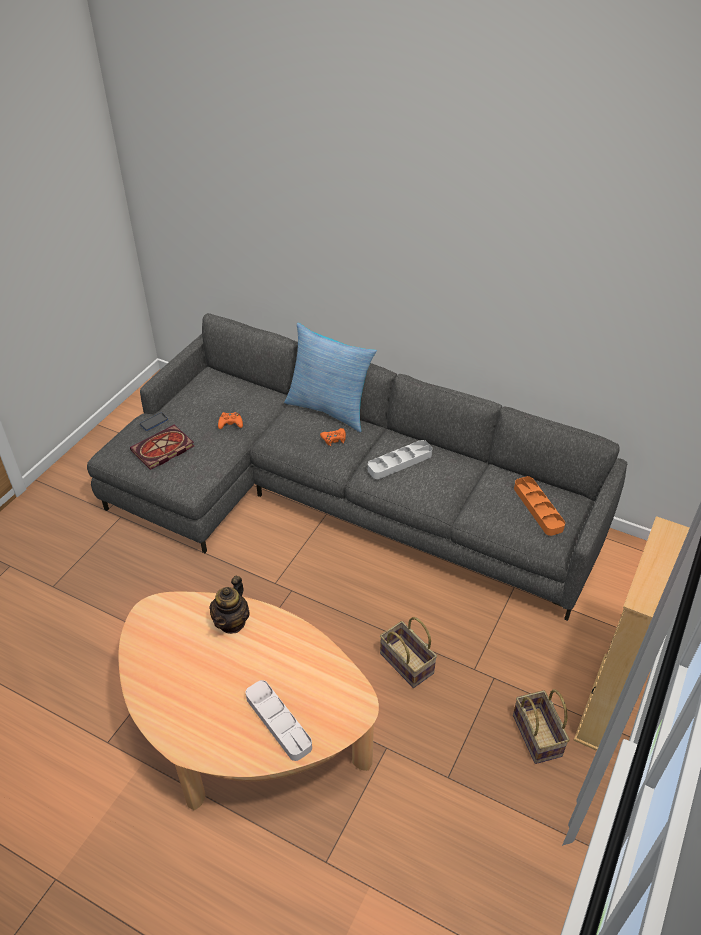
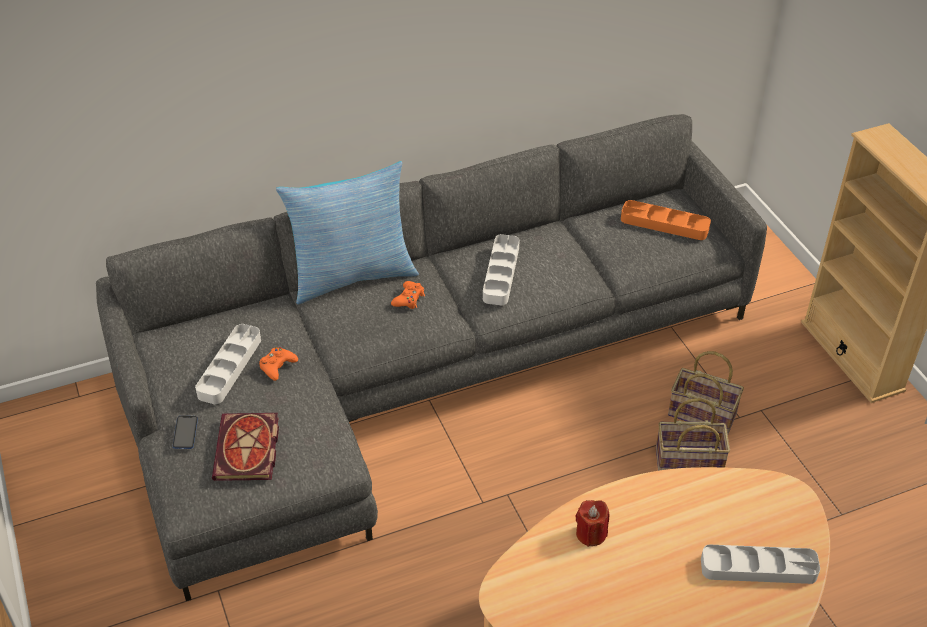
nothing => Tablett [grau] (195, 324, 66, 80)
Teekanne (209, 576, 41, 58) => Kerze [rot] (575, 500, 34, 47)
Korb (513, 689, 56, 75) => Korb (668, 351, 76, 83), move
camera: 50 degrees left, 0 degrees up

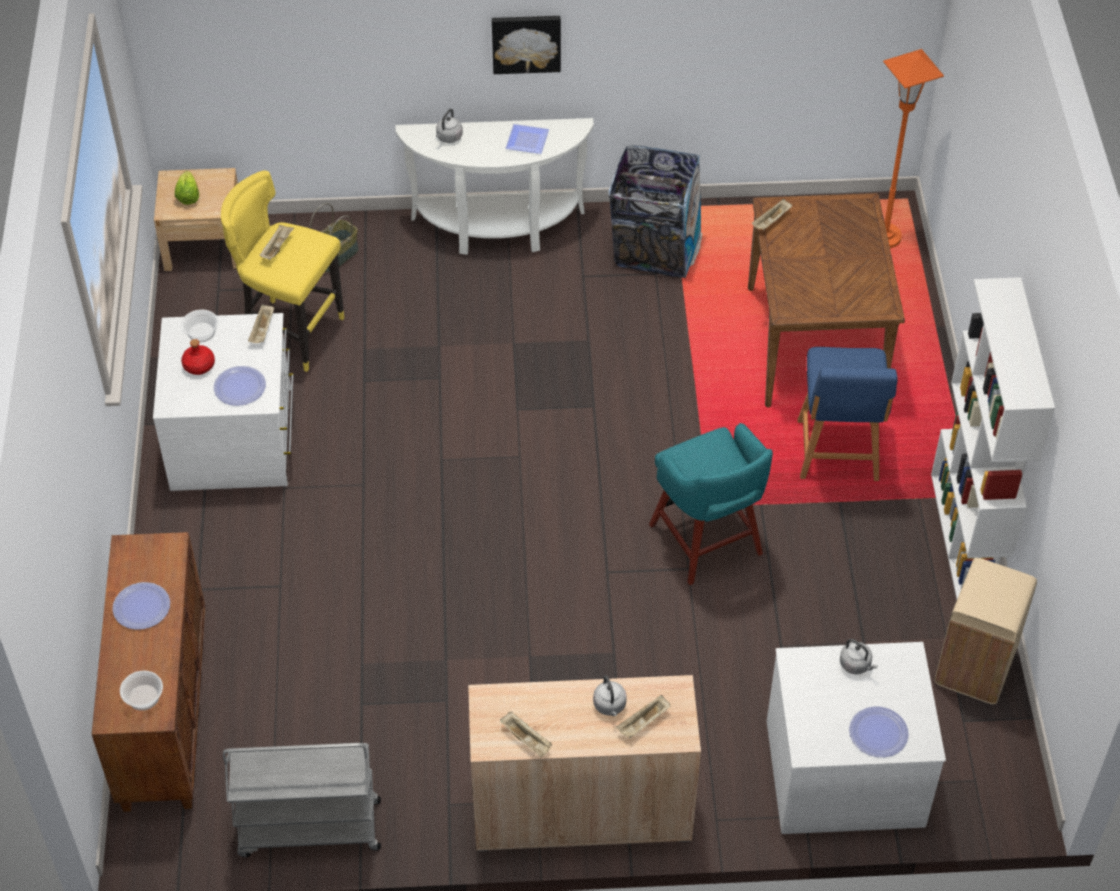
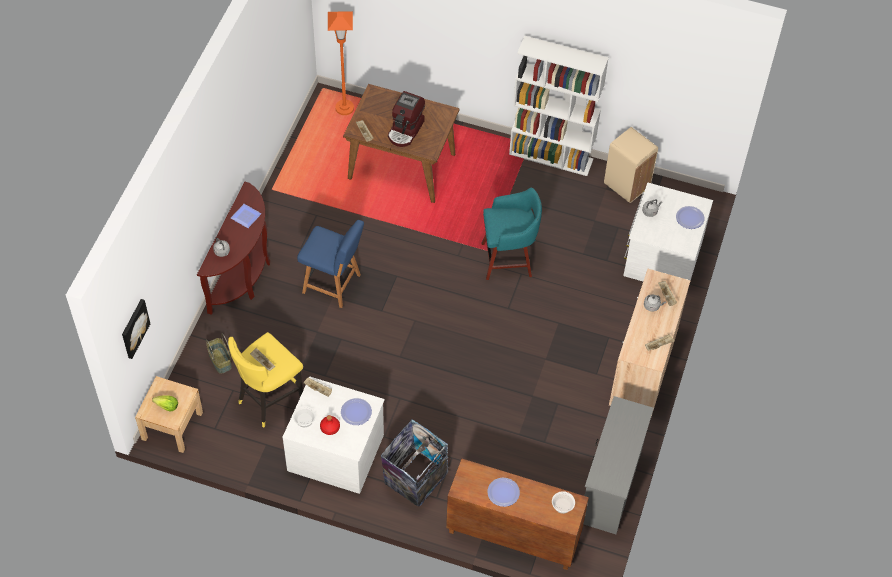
Bild (492, 16, 69, 58) => Bild (122, 299, 28, 60), move
Konsolentisch [weiß] (396, 118, 198, 137) => Konsolentisch [braun] (197, 182, 73, 133)
Stuhl [blau] (797, 347, 101, 134) => Stuhl [blau] (297, 220, 67, 88), move
Mülleimer (608, 145, 94, 133) => Mülleimer (381, 419, 67, 87), move
nothing => Kaffeemaschine (388, 91, 37, 56)
Rollwagen [grau] (223, 743, 158, 114) => Kommode [grau] (584, 396, 70, 138)
camera: 70 degrees left, 5 degrees up

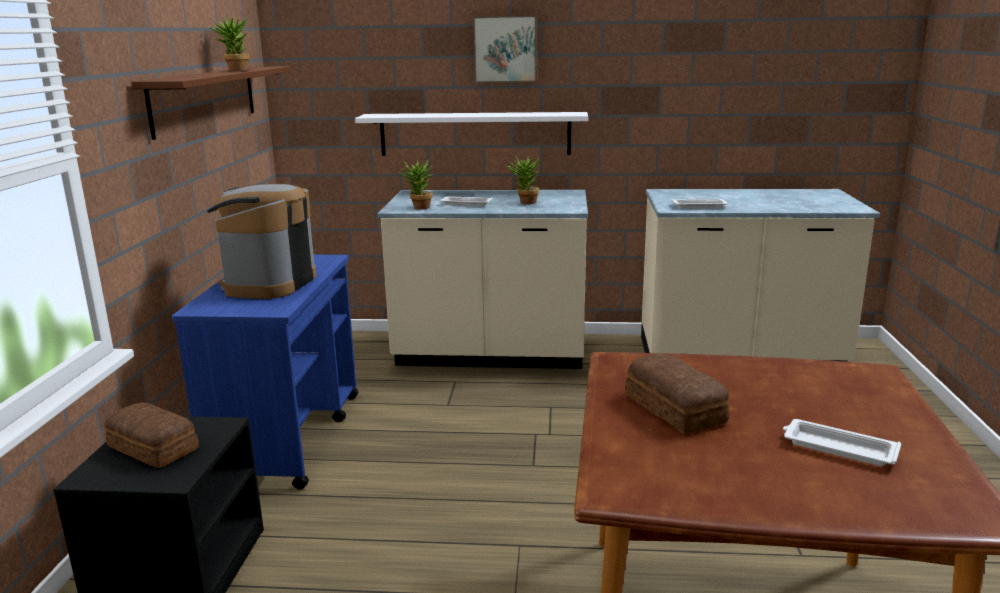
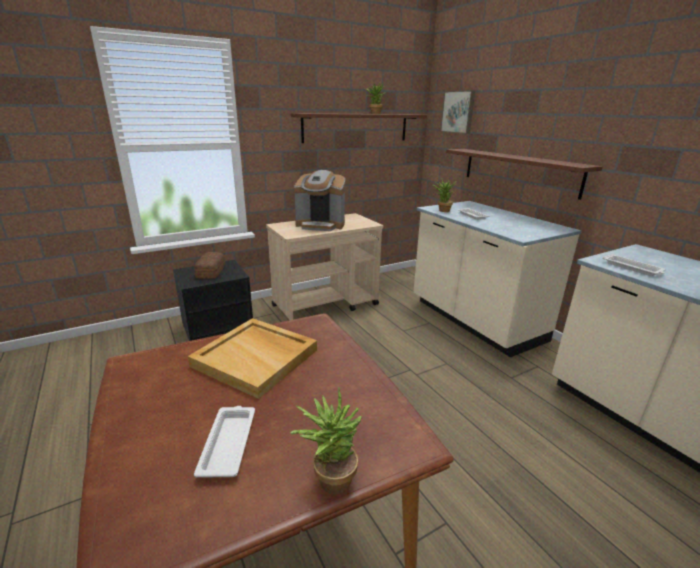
Brot (625, 353, 104, 81) => Tablett [beige] (188, 318, 129, 81)
Rollwagen [blau] (172, 254, 186, 236) => Rollwagen [beige] (266, 213, 117, 108)
Topfpflanze (507, 156, 34, 48) => Topfpflanze (291, 388, 71, 106), move
Kaffeemaschine (207, 184, 109, 115) => Kaffeemaschine (294, 170, 51, 61), 150 degrees counterclockwise
Bild (473, 15, 64, 68) => Bild (440, 90, 35, 44), move
Wandregal [weiß] (355, 112, 233, 44) => Wandregal [braun] (446, 149, 157, 51)
camera: 55 degrees right, 5 degrees up

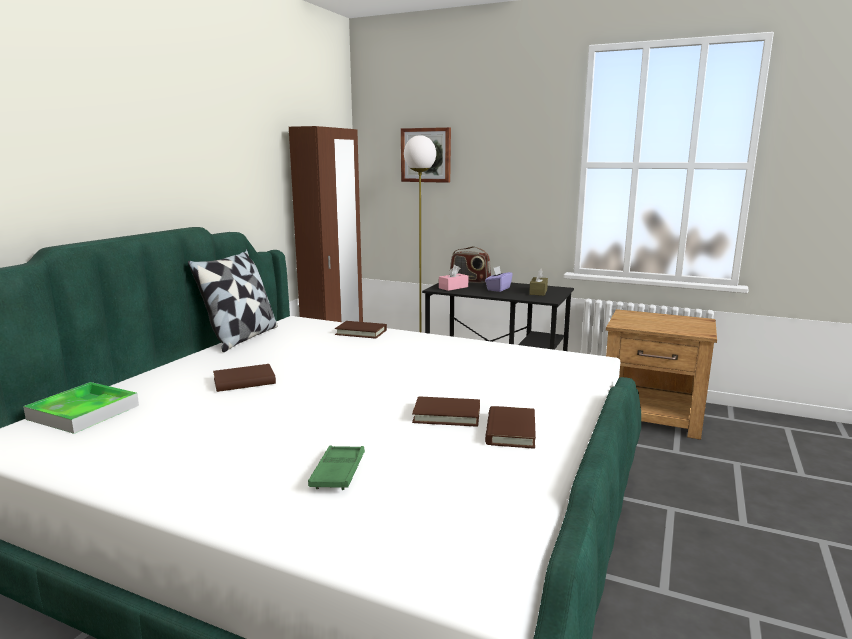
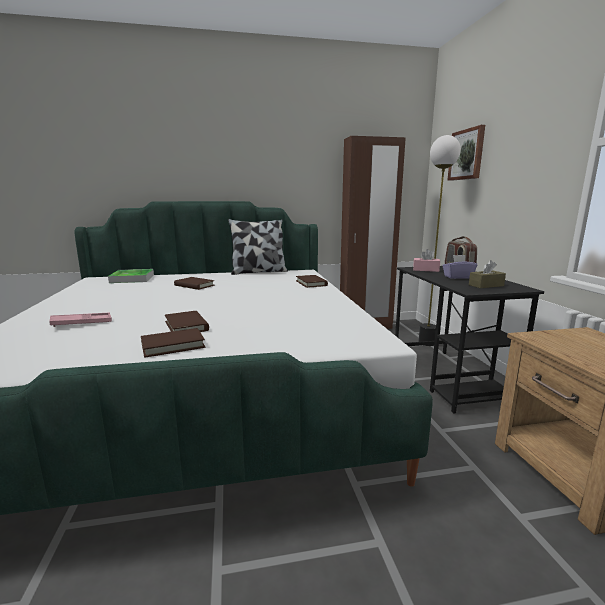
Tablett [grün] (308, 446, 57, 44) => Tablett [rosa] (49, 313, 63, 14)
camera: 55 degrees right, 0 degrees up

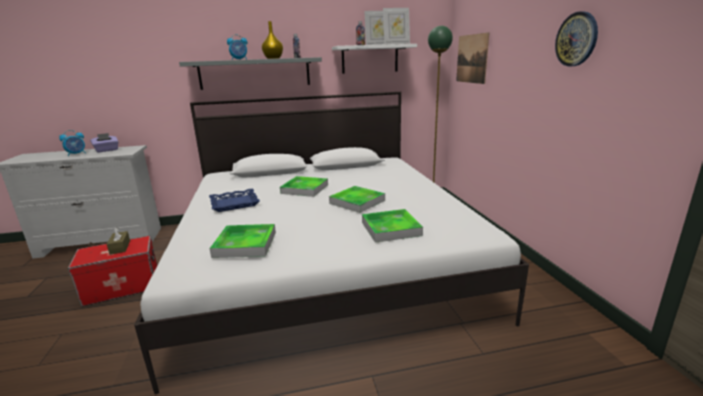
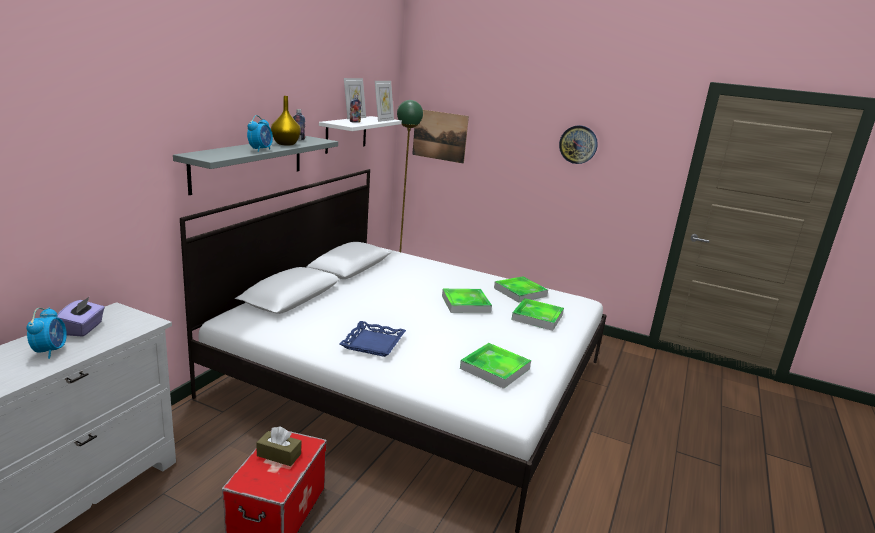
Tablett (280, 176, 48, 21) => Tablett (494, 276, 54, 27), move
camera: 55 degrees left, 0 degrees up

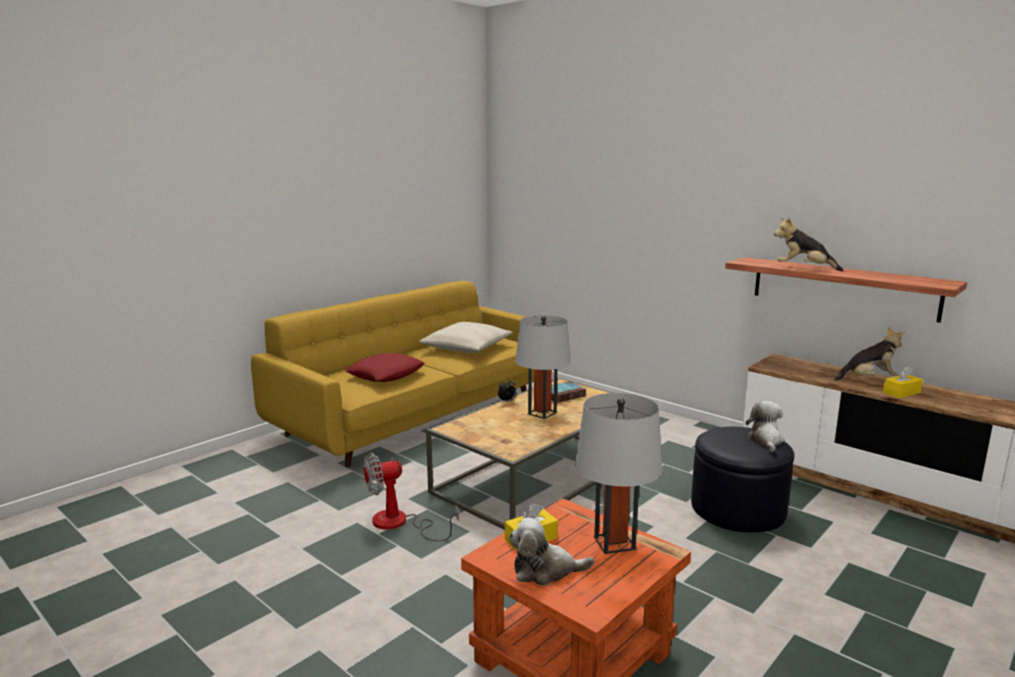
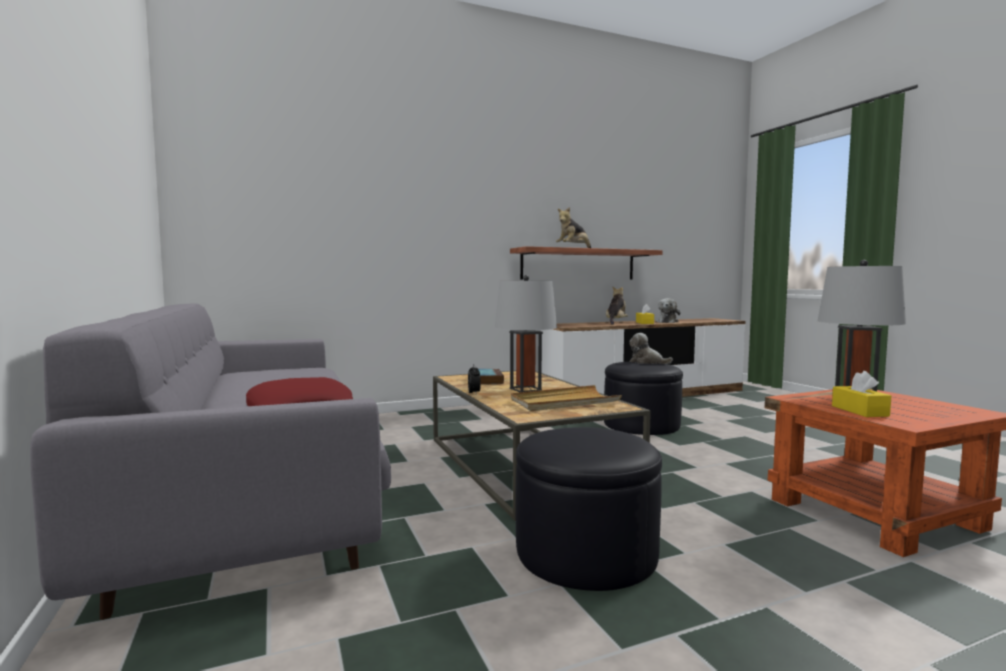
Sofa [gelb] (251, 281, 283, 186) => Sofa [grau] (30, 303, 361, 317)
nothing => Tablett [beige] (511, 385, 111, 26)
Ventilator (363, 452, 96, 89) => Polsterhocker [schwarz] (515, 427, 147, 164)
Plüschtier (509, 518, 85, 68) => Plüschtier (656, 298, 25, 25), move
Kissen [beige] (419, 322, 94, 31) => nothing
camera: 65 degrees left, 10 degrees down

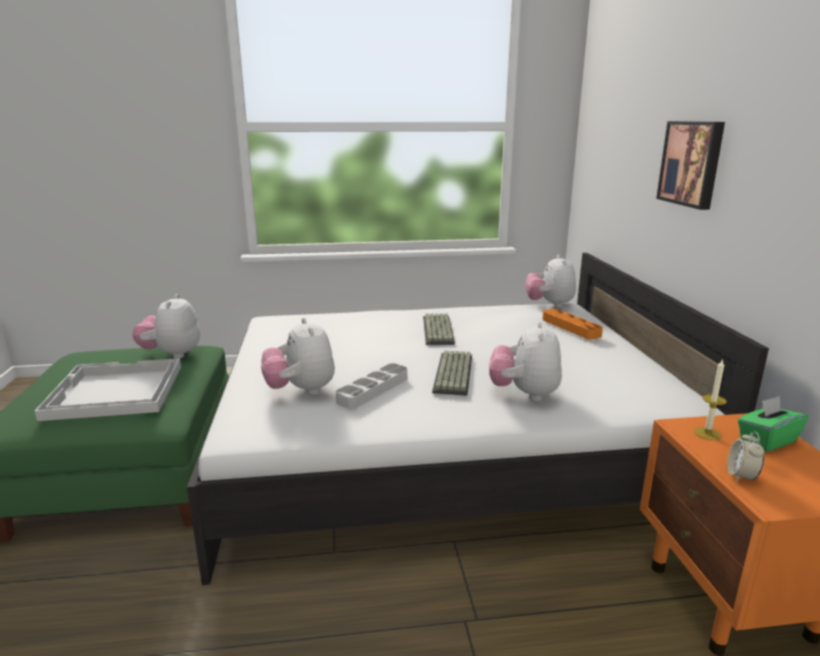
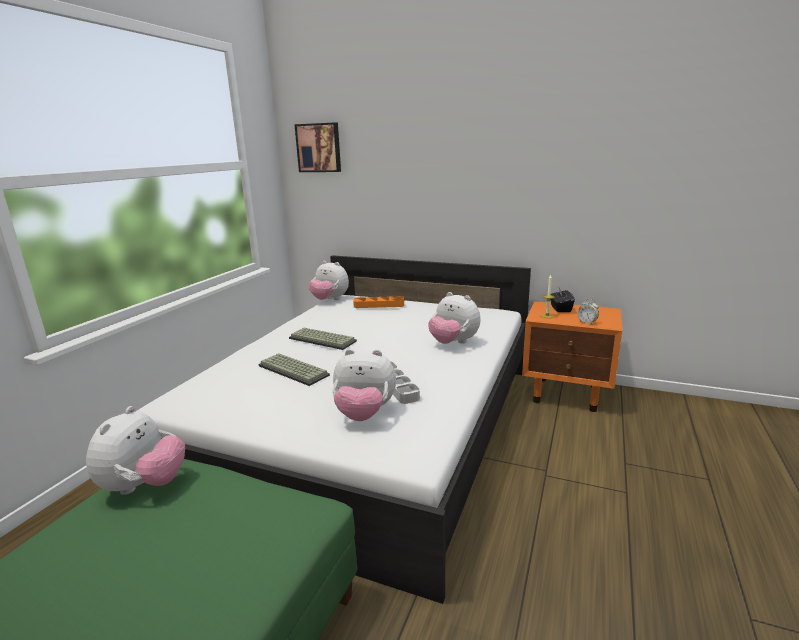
Plüschtier (132, 294, 68, 65) => Plüschtier (86, 406, 99, 89), 105 degrees counterclockwise
Tastatur (432, 350, 40, 46) => Tastatur (258, 353, 72, 33), move
Bild (656, 121, 69, 89) => Bild (294, 122, 47, 50), move
Taschentuchbox [grün] (738, 396, 70, 56) => Taschentuchbox [schwarz] (551, 286, 24, 26)
Tablett [weiß] (35, 358, 146, 63) => nothing
camera: 60 degrees left, 0 degrees up

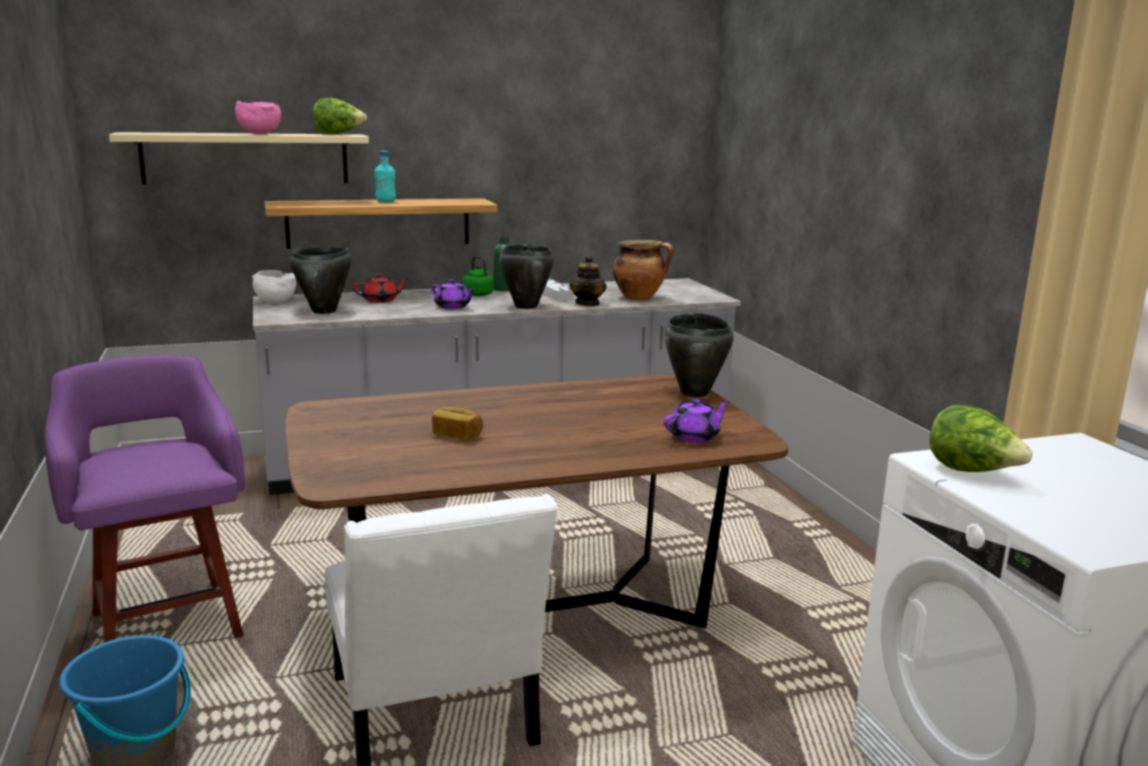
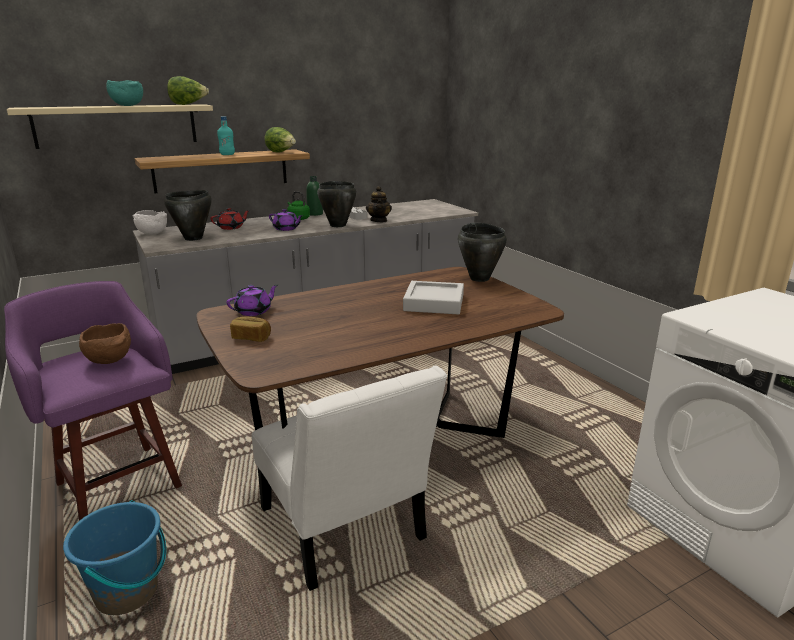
nothing => Schüssel [braun] (79, 323, 52, 41)
Schüssel [rosa] (235, 101, 46, 33) => Schüssel [türkis] (106, 80, 37, 26)
Teekanne [lila] (664, 399, 66, 44) => Teekanne [lila] (227, 285, 51, 31), move
Brot (432, 407, 51, 33) => Brot (230, 316, 41, 26), move
Salatkopf (929, 405, 104, 67) => Salatkopf (264, 127, 32, 26), move
nothing => Tablett [grau] (403, 281, 61, 34)
Kochtopf (613, 240, 60, 61) => nothing
camera: 10 degrees left, 5 degrees up

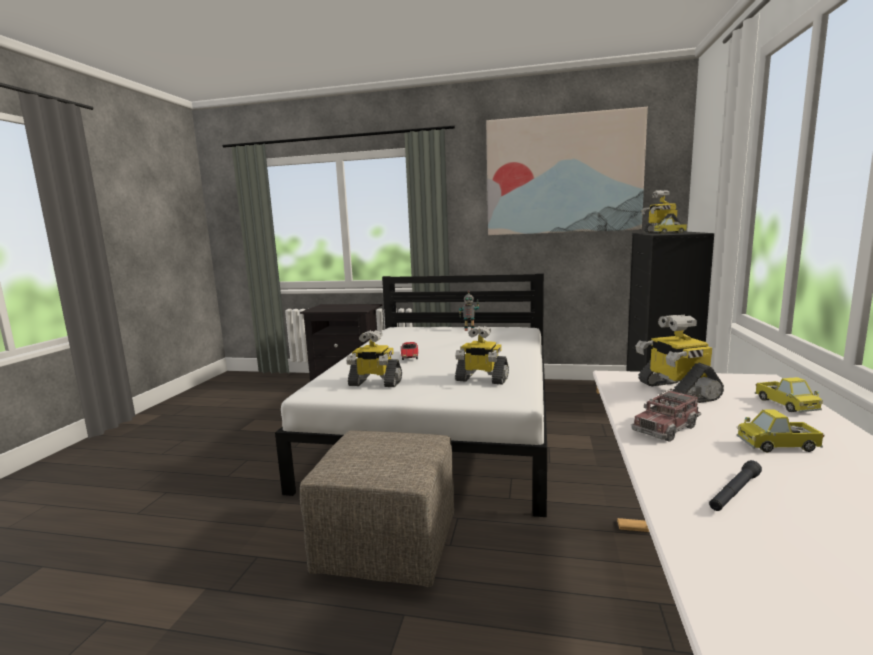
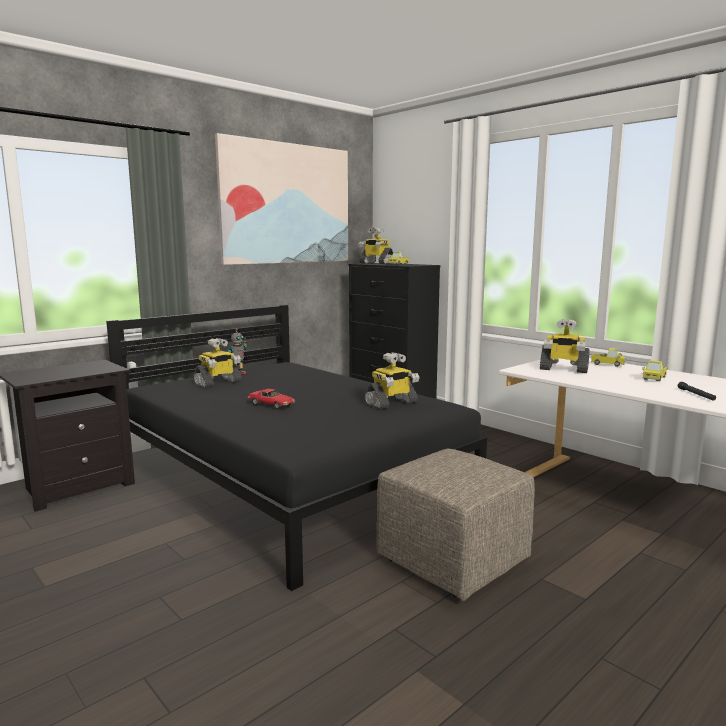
Bett [weiß] (275, 273, 272, 244) => Bett [schwarz] (106, 305, 381, 286)
Spielzeugroboter (347, 330, 55, 57) => Spielzeugroboter (193, 338, 49, 50), move
Spielzeuglaster (631, 389, 70, 53) => nothing
camera: 55 degrees left, 0 degrees up

